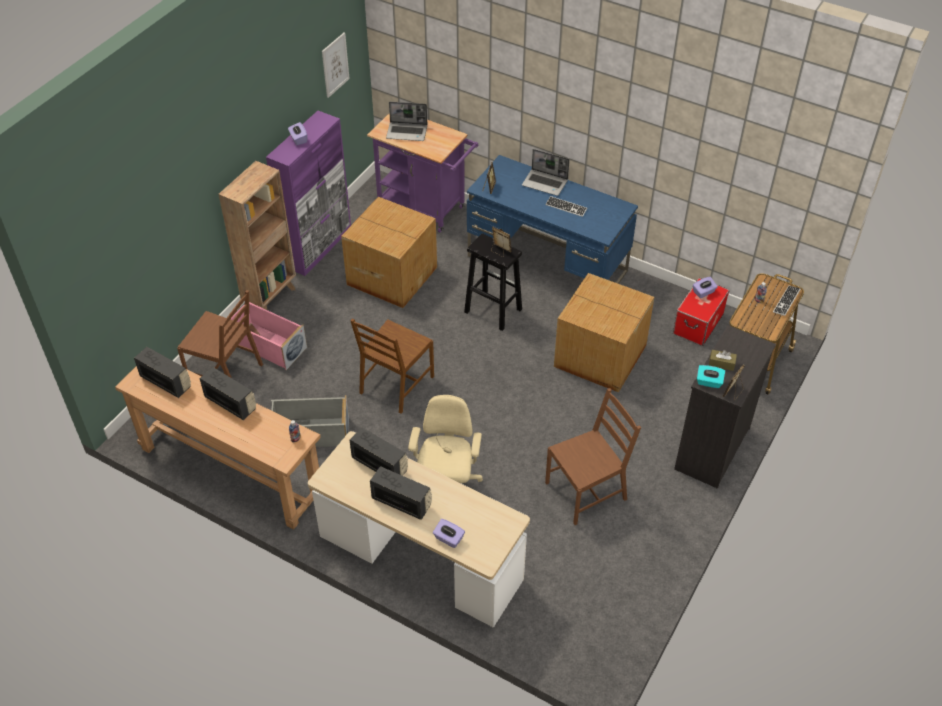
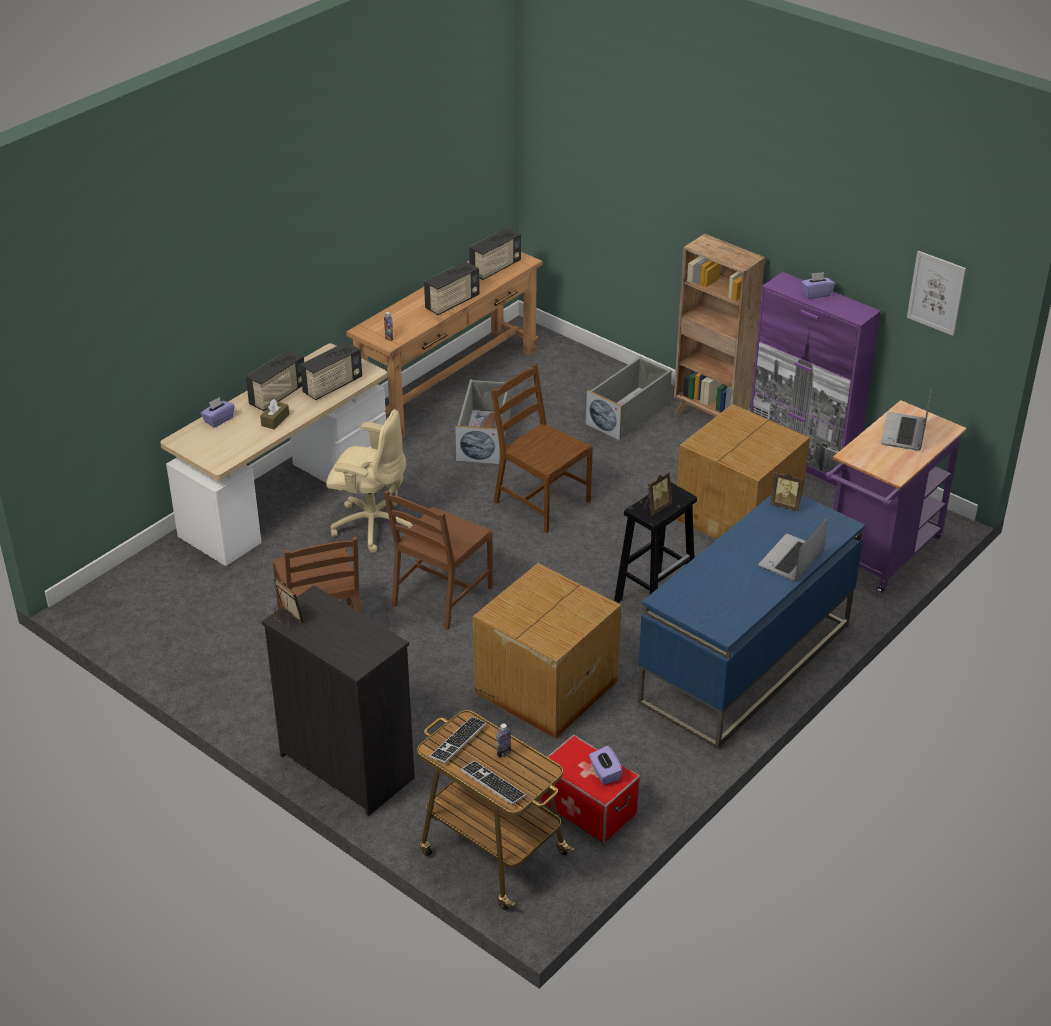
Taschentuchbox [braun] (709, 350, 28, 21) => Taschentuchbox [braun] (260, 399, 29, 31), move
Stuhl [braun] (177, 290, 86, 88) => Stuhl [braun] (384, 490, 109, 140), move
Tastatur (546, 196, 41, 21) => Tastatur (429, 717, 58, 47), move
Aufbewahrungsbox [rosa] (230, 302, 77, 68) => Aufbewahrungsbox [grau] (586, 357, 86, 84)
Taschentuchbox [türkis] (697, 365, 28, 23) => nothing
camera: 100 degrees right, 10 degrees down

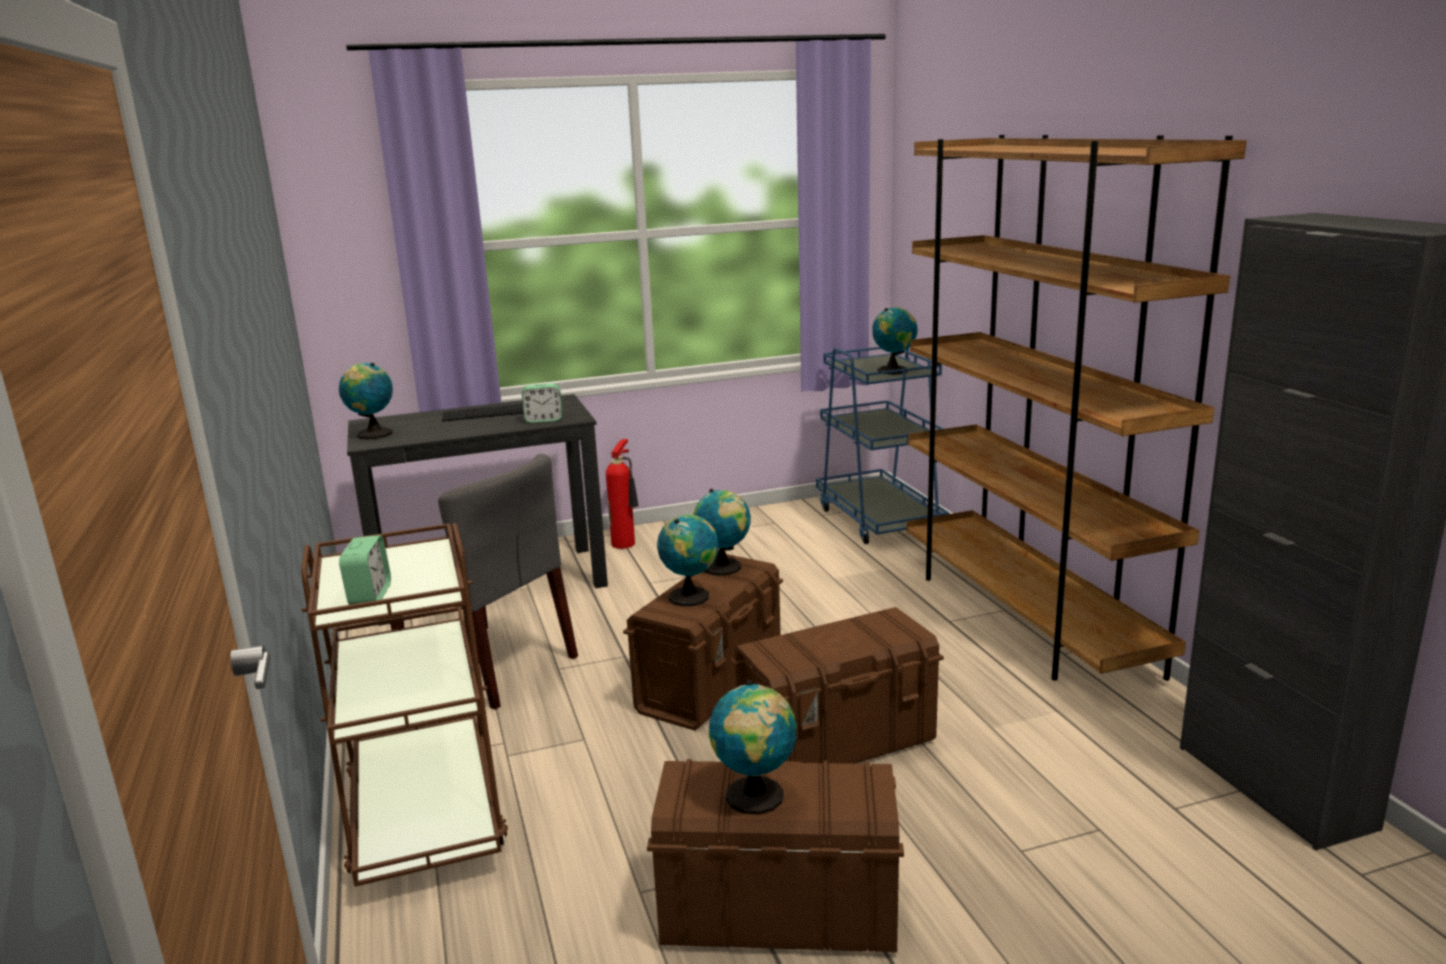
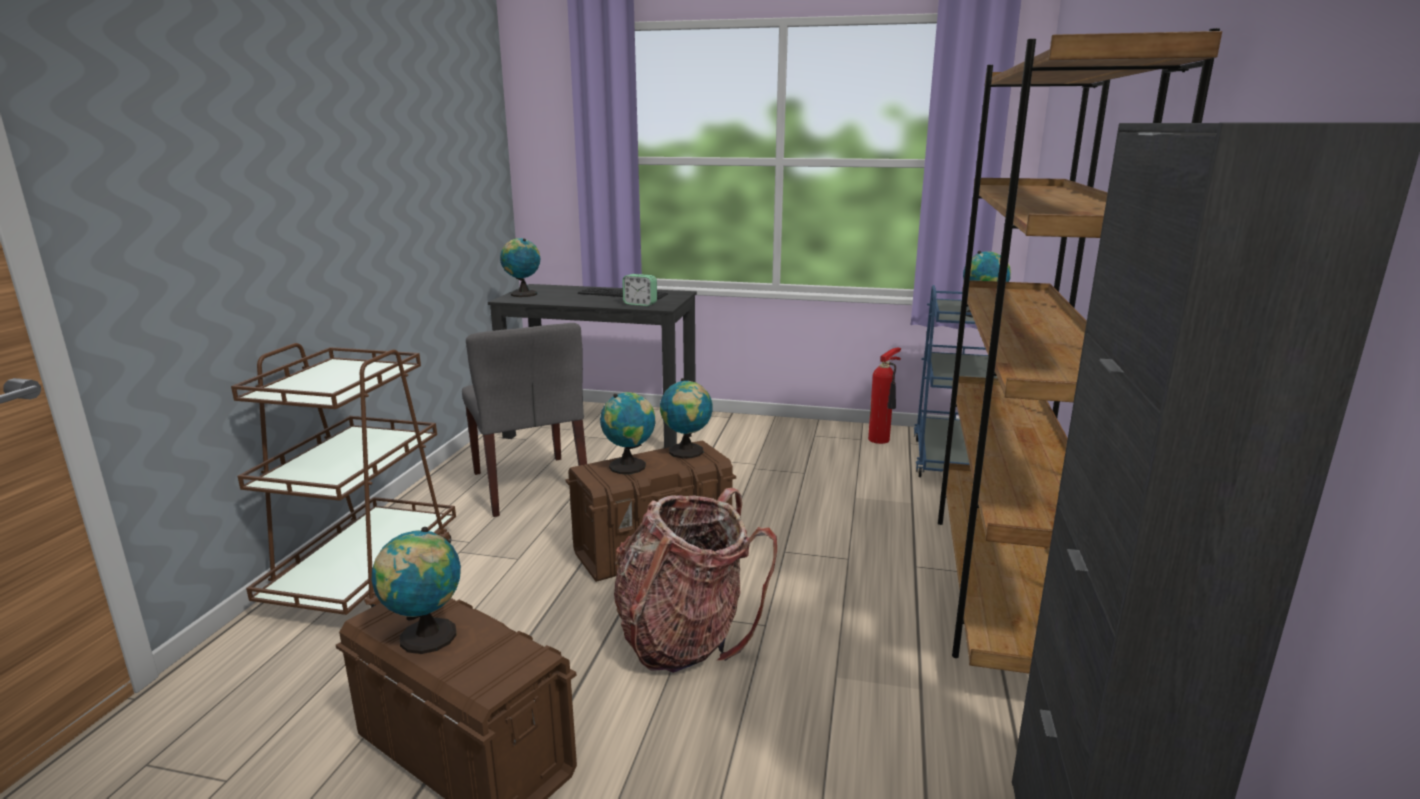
Aufbewahrungsbox [braun] (730, 607, 214, 158) => Rucksack (614, 488, 163, 185)
Feuerlöscher (606, 439, 33, 110) => Feuerlöscher (868, 347, 33, 97), move
Wecker (339, 535, 52, 70) => nothing
camera: 30 degrees right, 0 degrees up

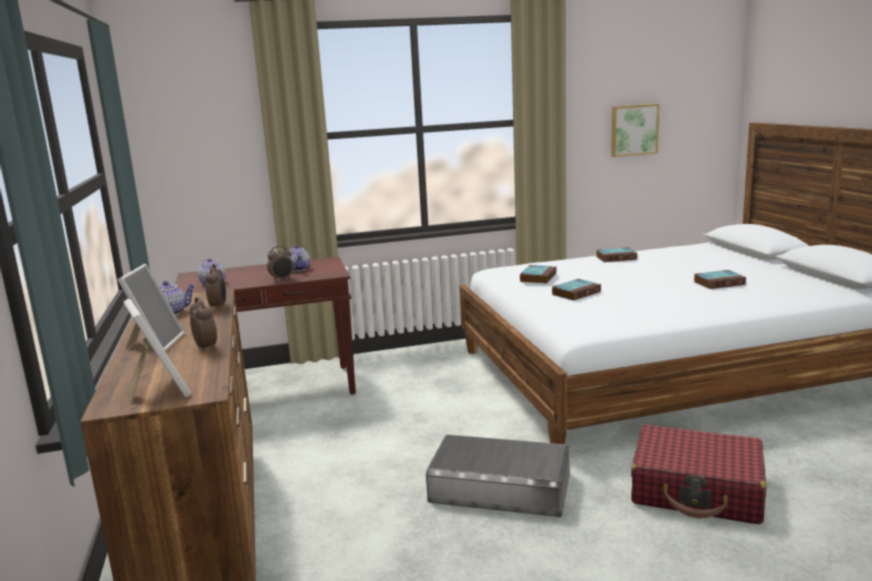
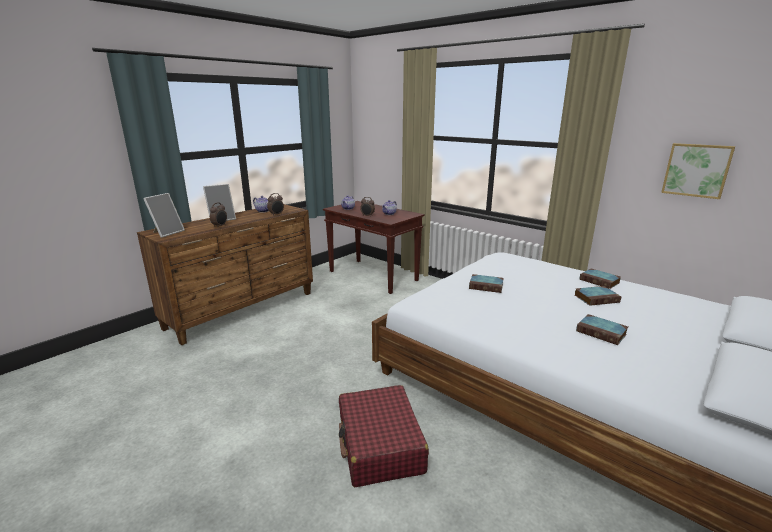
Buch (520, 265, 36, 18) => Buch (575, 286, 46, 20), move
Aufbewahrungsbox [grau] (426, 435, 144, 82) => nothing
camera: 55 degrees right, 5 degrees up

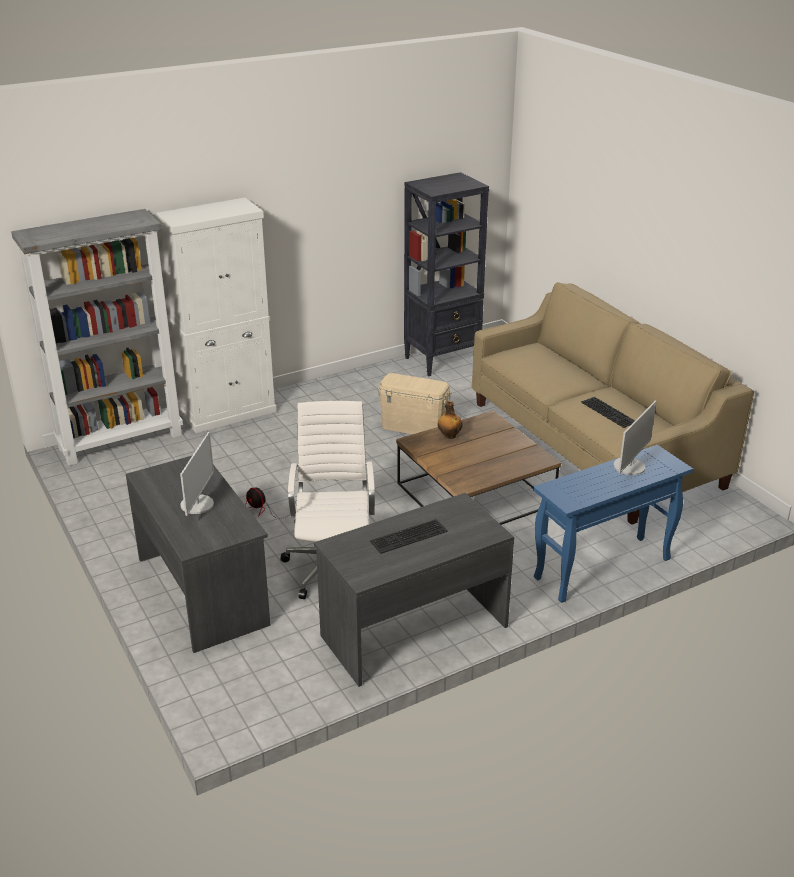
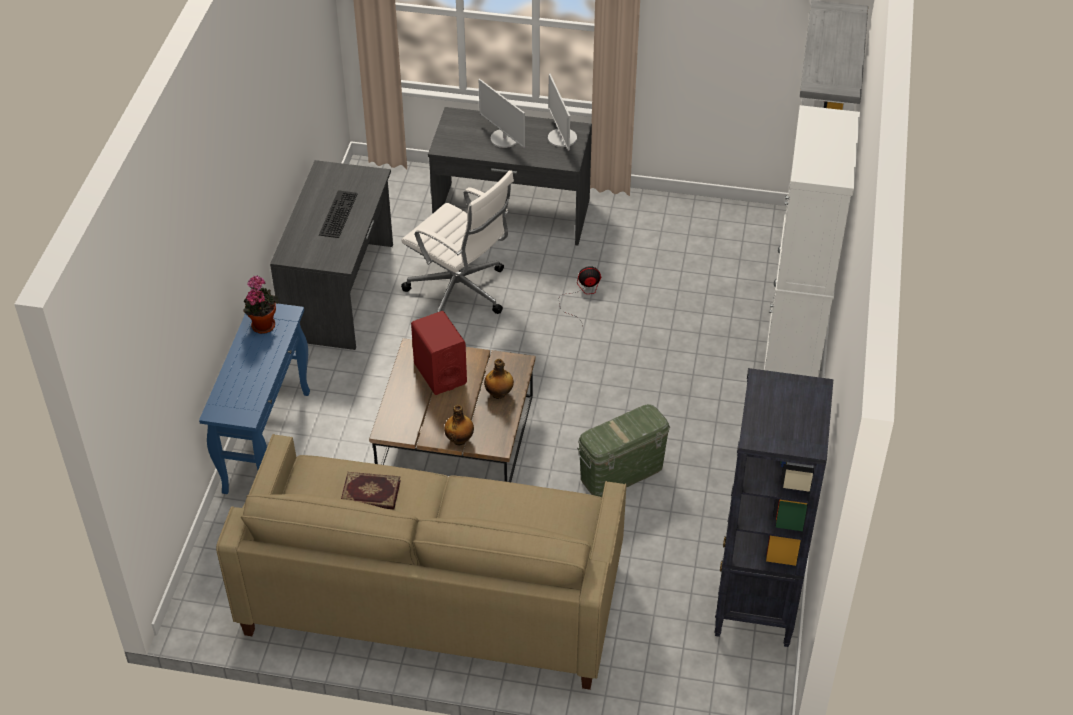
nothing => Topfpflanze (243, 276, 36, 58)
Tastatur (581, 397, 54, 31) => Buch (341, 472, 60, 37)
nothing => Lautsprecher [rot] (411, 311, 56, 84)
nothing => Flasche (444, 405, 30, 40)
Monitor (614, 401, 43, 74) => Monitor (548, 74, 29, 77), move
Aufbewahrungsbox [beige] (378, 373, 73, 61) => Aufbewahrungsbox [grün] (577, 404, 93, 93)
camera: 130 degrees right, 15 degrees up

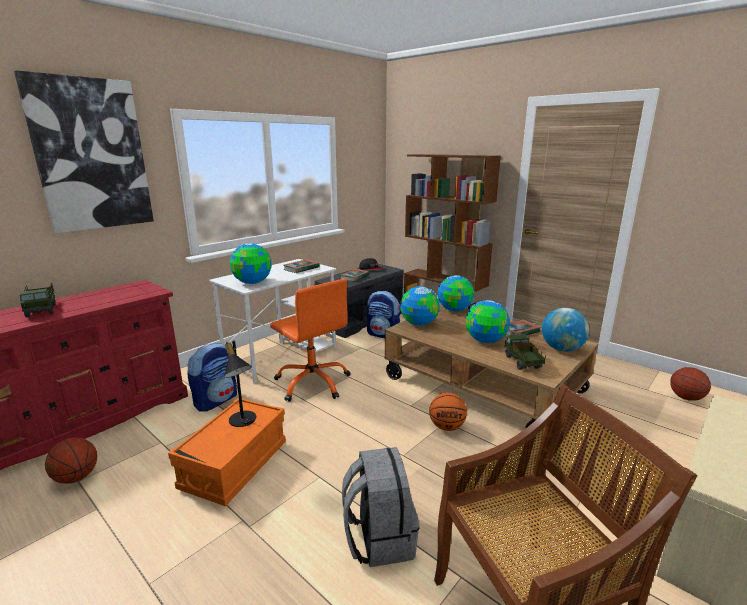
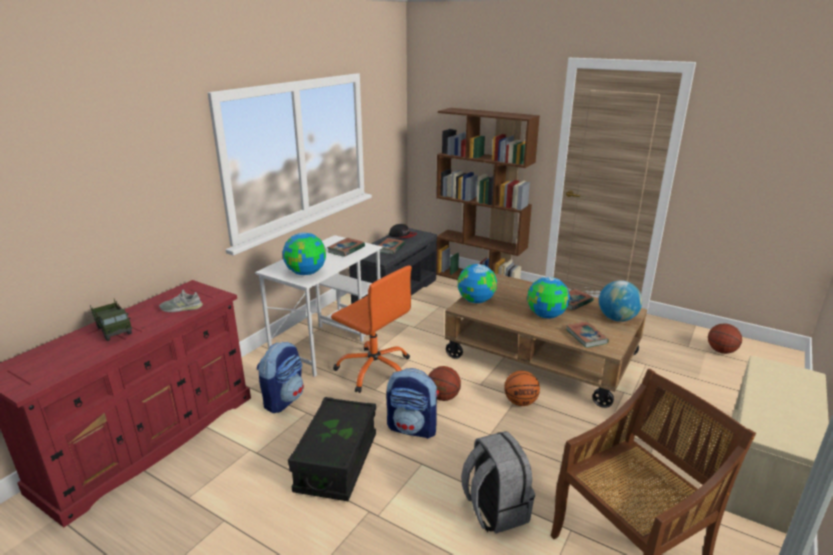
nothing => Schuh [grau] (159, 290, 44, 22)
Aufbewahrungsbox [orange] (168, 397, 118, 109) => Aufbewahrungsbox [schwarz] (288, 397, 88, 104)
Rucksack (367, 291, 33, 47) => Rucksack (386, 368, 53, 71), move
Basketball (45, 438, 52, 46) => Basketball (428, 366, 33, 35), move
Spielzeuglaster (504, 335, 42, 35) => Buch (566, 322, 43, 26)
Bild (14, 70, 140, 163) => nothing
Tischlampe [schwarz] (224, 340, 32, 87) => nothing
Globus (438, 275, 36, 37) => nothing
camera: 10 degrees left, 5 degrees up

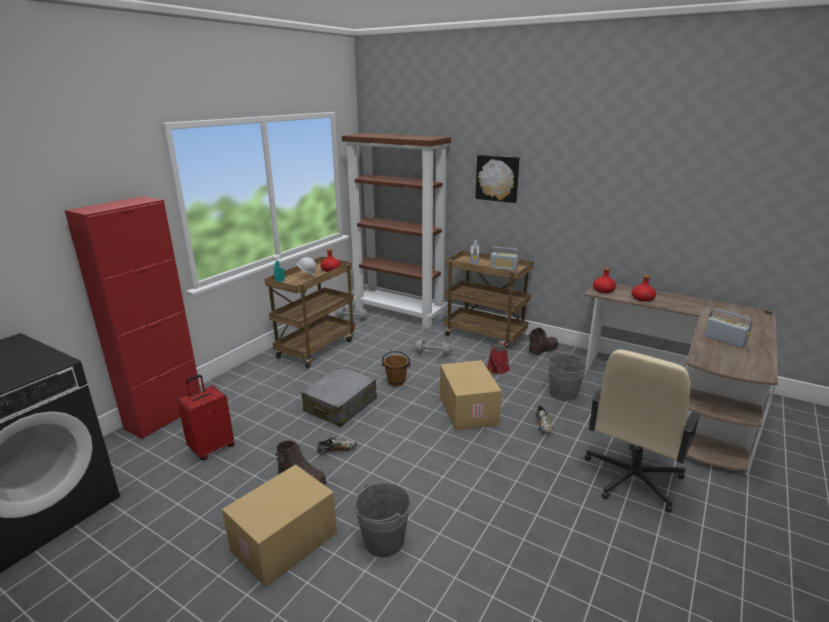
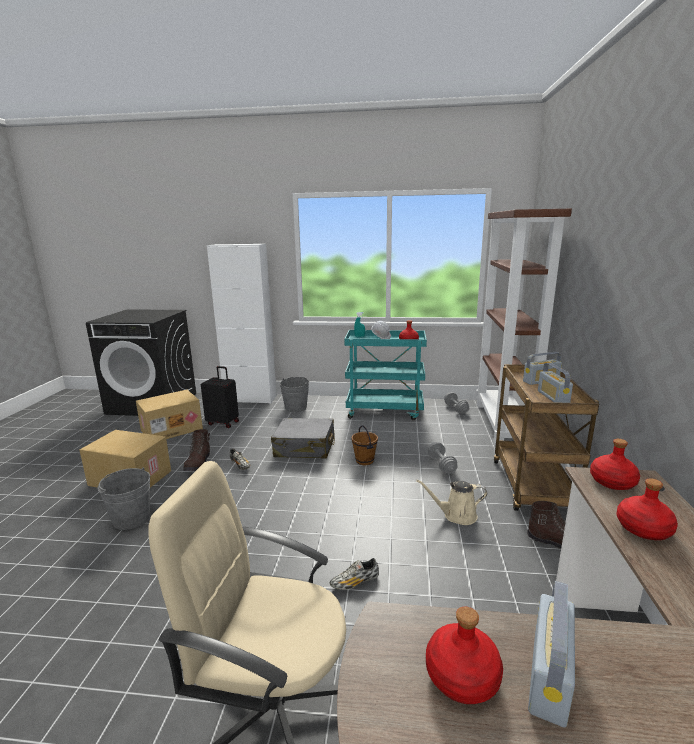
Karton (440, 360, 62, 71) => Karton (136, 390, 67, 49), move
Koffer [rot] (177, 375, 58, 85) => Koffer [schwarz] (201, 366, 38, 62)
Schrank [rot] (65, 196, 136, 243) => Schrank [weiß] (207, 244, 70, 160)
Eimer [grau] (548, 353, 39, 48) => Eimer [grau] (280, 377, 29, 35), move
Rollwagen [braun] (265, 256, 90, 112) => Rollwagen [türkis] (344, 330, 83, 90)
Gießkanne [rot] (486, 341, 24, 33) => Gießkanne [beige] (416, 480, 71, 45)
nothing => Flasche [rot] (426, 607, 77, 97)
Bild (475, 155, 45, 48) => nothing
camera: 65 degrees right, 5 degrees down

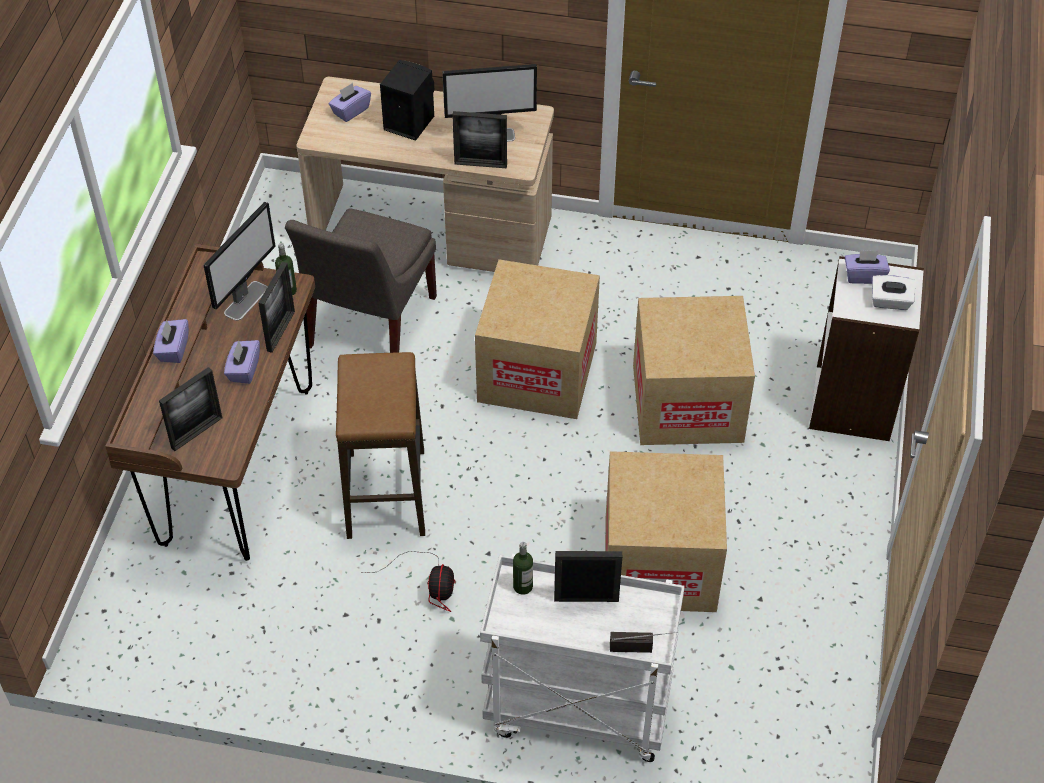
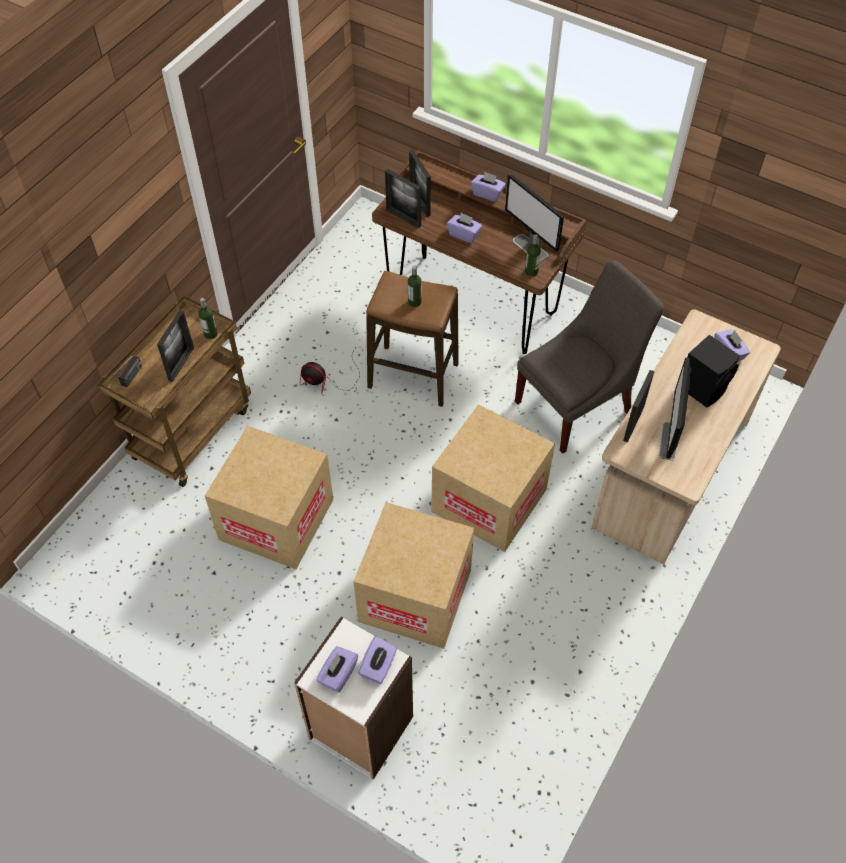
Rollwagen [weiß] (480, 554, 205, 208) => Rollwagen [braun] (98, 296, 153, 191)
Taschentuchbox [weiß] (872, 275, 44, 35) => Taschentuchbox [lila] (316, 646, 42, 47)
Bilderrahmen (258, 262, 37, 91) => Bilderrahmen (385, 169, 36, 60), move
nothing => Flasche (408, 265, 14, 42)
Stuhl [grau] (285, 208, 152, 145) => Stuhl [grau] (515, 260, 149, 194), 105 degrees clockwise
camera: 110 degrees right, 5 degrees up

